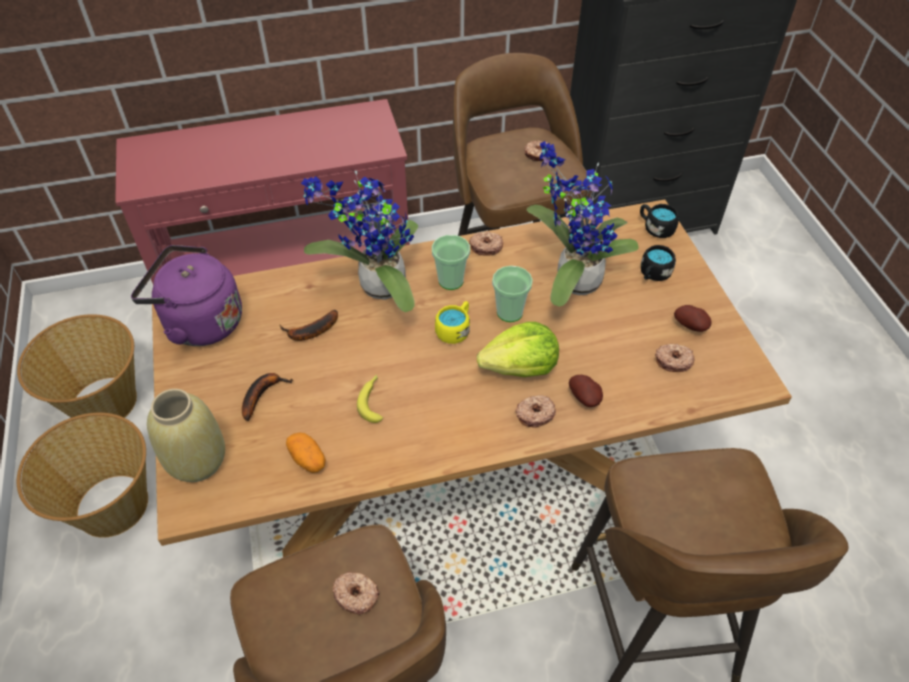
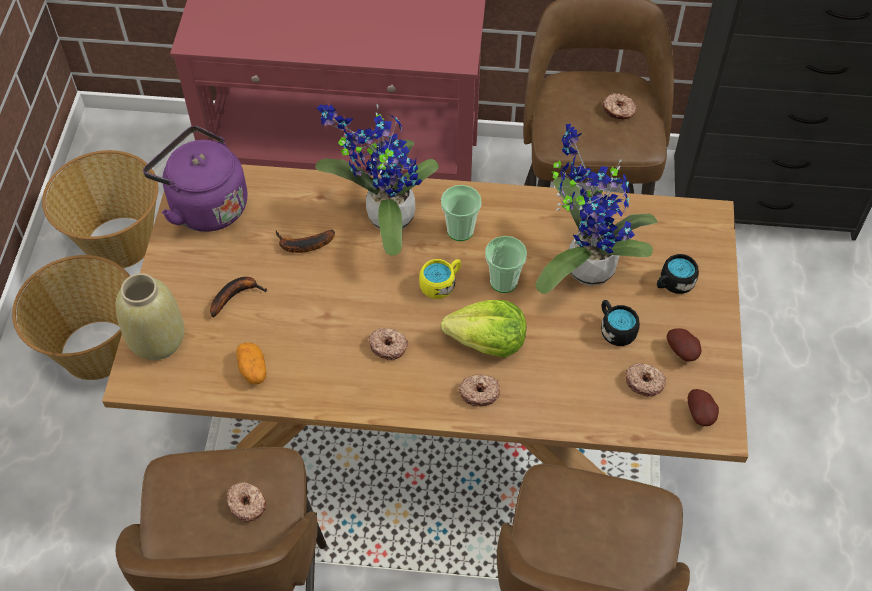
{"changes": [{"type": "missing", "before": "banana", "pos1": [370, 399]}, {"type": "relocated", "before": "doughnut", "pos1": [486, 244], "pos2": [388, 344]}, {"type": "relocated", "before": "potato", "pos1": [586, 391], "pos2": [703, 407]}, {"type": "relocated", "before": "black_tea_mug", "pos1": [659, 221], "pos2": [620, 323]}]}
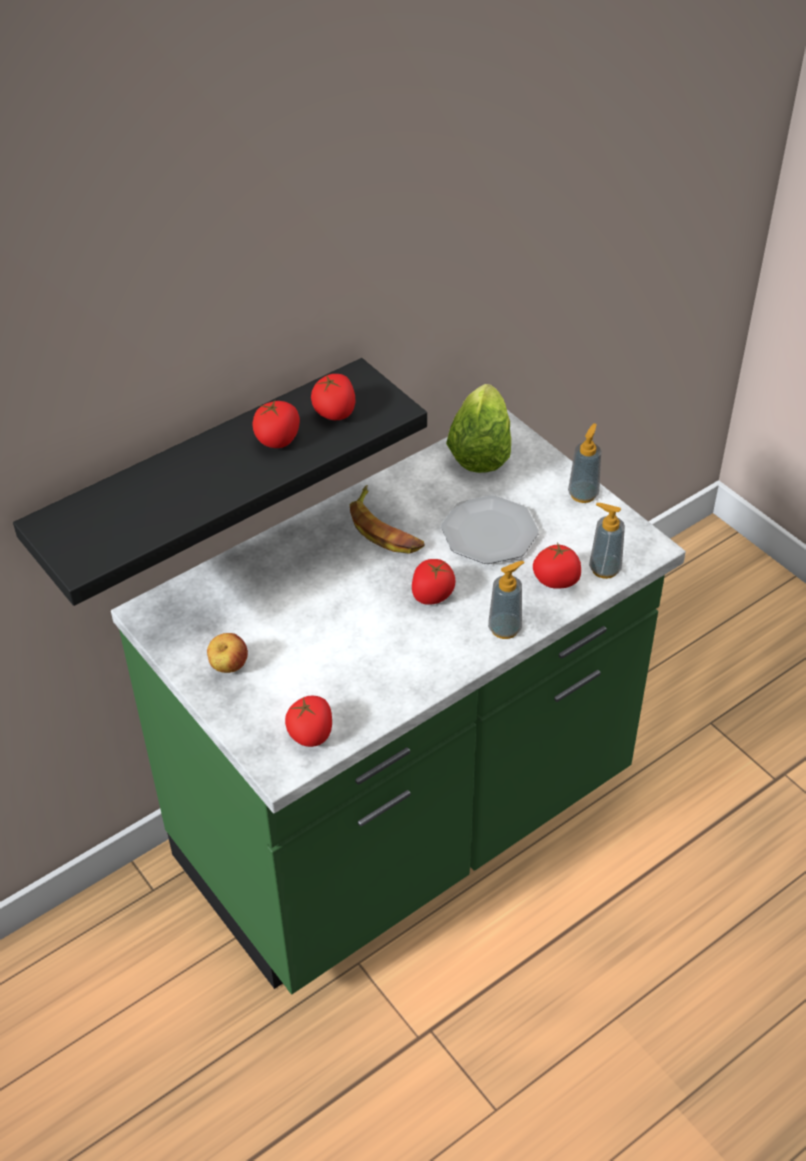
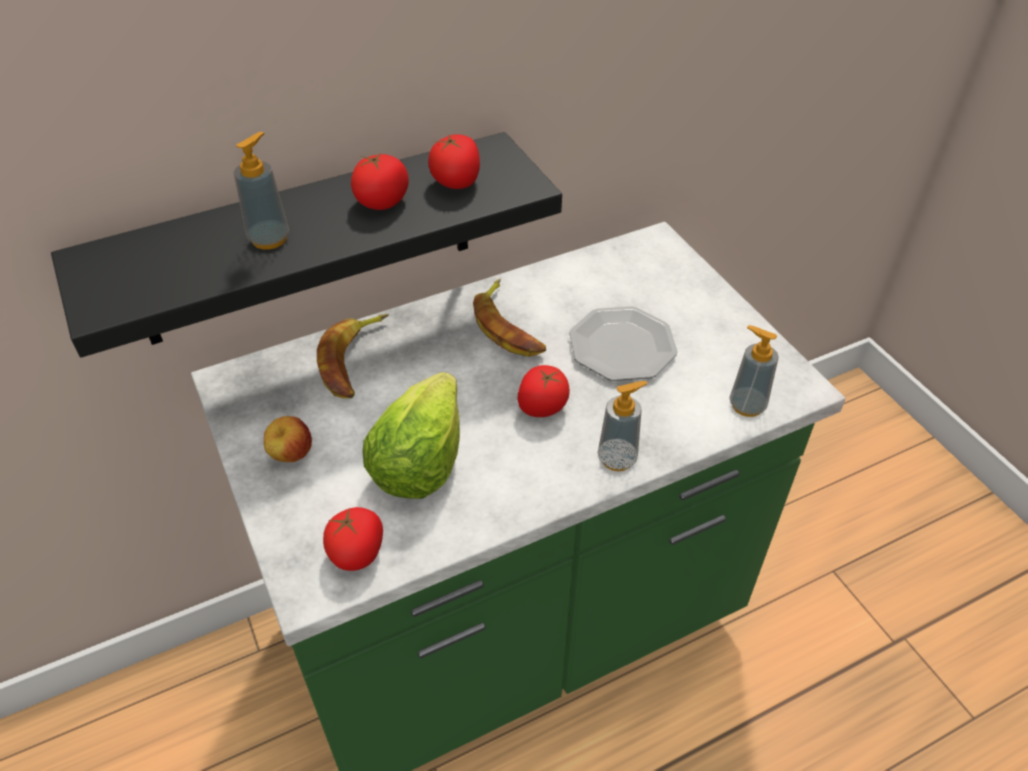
{"changes": [{"type": "relocated", "before": "head_of_lettuce", "pos1": [478, 428], "pos2": [411, 435]}, {"type": "missing", "before": "fresh_tomato", "pos1": [557, 565]}, {"type": "relocated", "before": "liquid_soap_bottle", "pos1": [584, 463], "pos2": [261, 190]}, {"type": "appeared", "after": "banana", "pos2": [353, 356]}]}
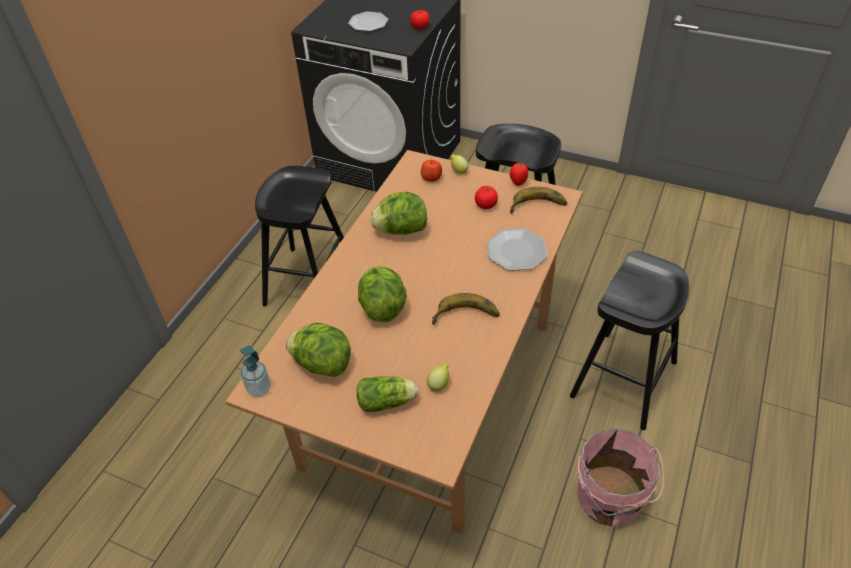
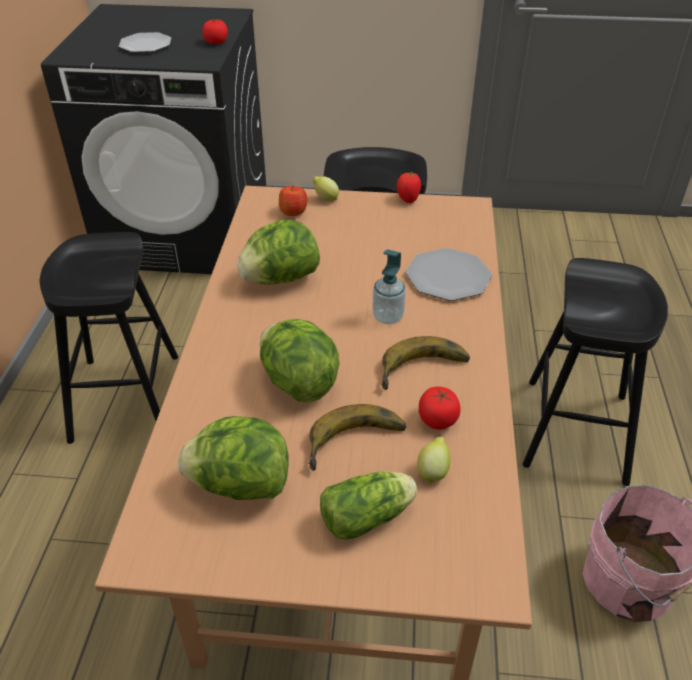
{"changes": [{"type": "relocated", "before": "liquid_soap_bottle", "pos1": [255, 371], "pos2": [389, 286]}, {"type": "relocated", "before": "fresh_tomato", "pos1": [486, 197], "pos2": [440, 408]}, {"type": "relocated", "before": "banana", "pos1": [538, 200], "pos2": [357, 437]}]}
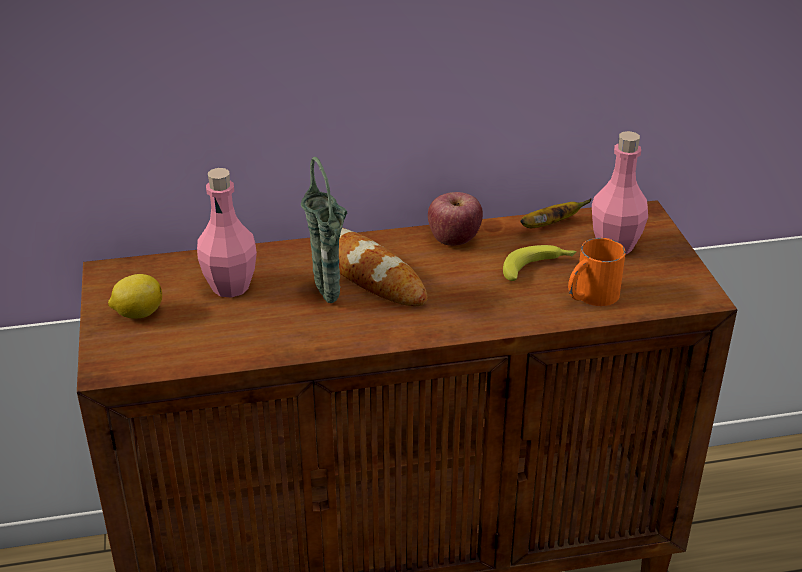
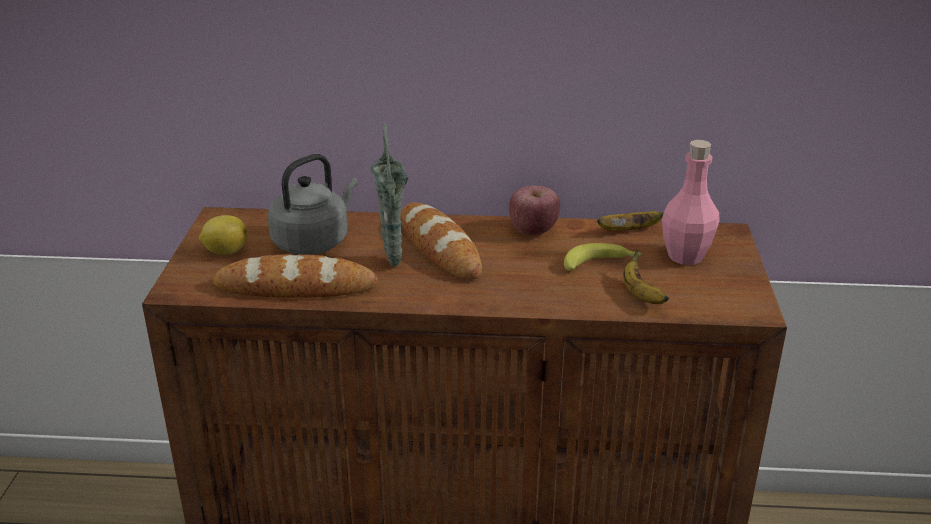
{"changes": [{"type": "exchanged", "before": "pink-coloured_drink_bottle", "after": "gray_kettle", "pos1": [227, 233], "pos2": [313, 204]}, {"type": "exchanged", "before": "orange-coloured_tea_mug", "after": "banana", "pos1": [597, 272], "pos2": [646, 276]}, {"type": "appeared", "after": "bakery_bread", "pos2": [295, 276]}]}
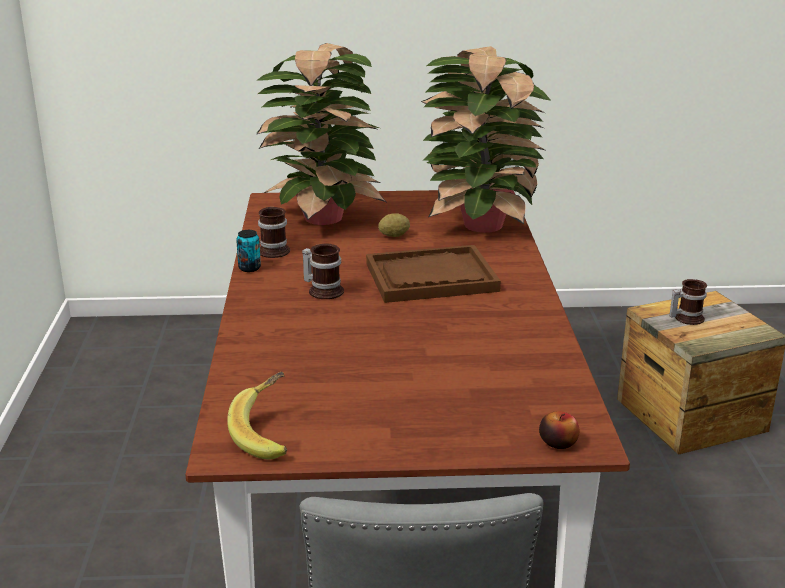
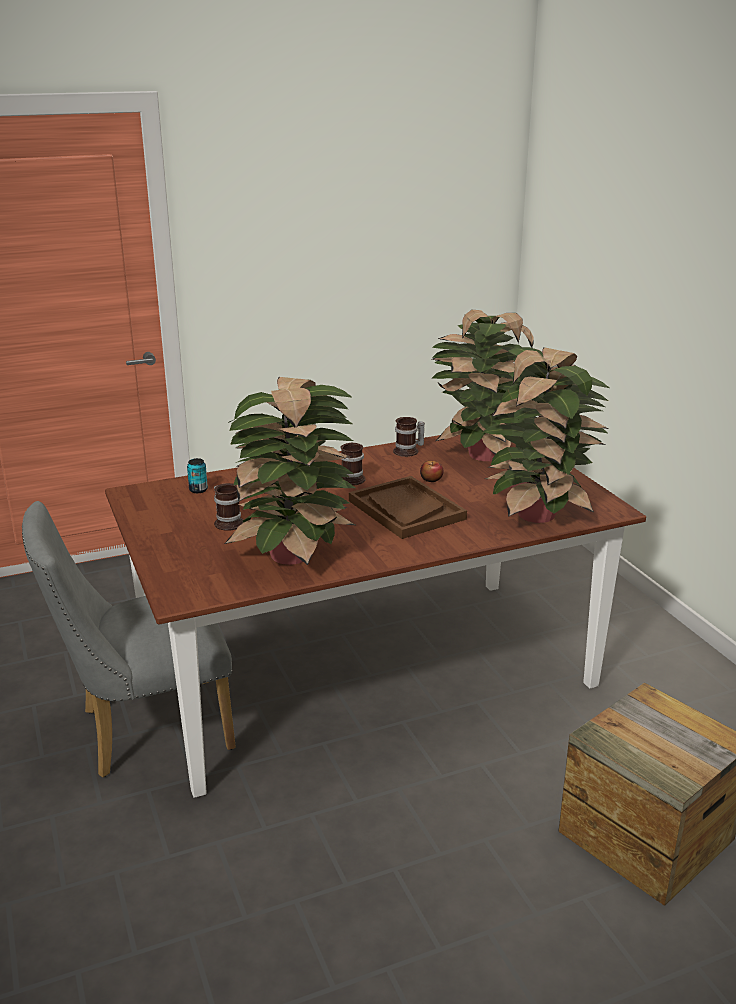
{"changes": [{"type": "missing", "before": "banana", "pos1": [257, 416]}, {"type": "relocated", "before": "sealed_can", "pos1": [248, 251], "pos2": [197, 475]}, {"type": "missing", "before": "potato", "pos1": [394, 225]}, {"type": "relocated", "before": "apple_fruit", "pos1": [559, 430], "pos2": [431, 471]}, {"type": "relocated", "before": "tea_mug", "pos1": [688, 302], "pos2": [228, 507]}, {"type": "appeared", "after": "potted_plant", "pos2": [289, 471]}]}
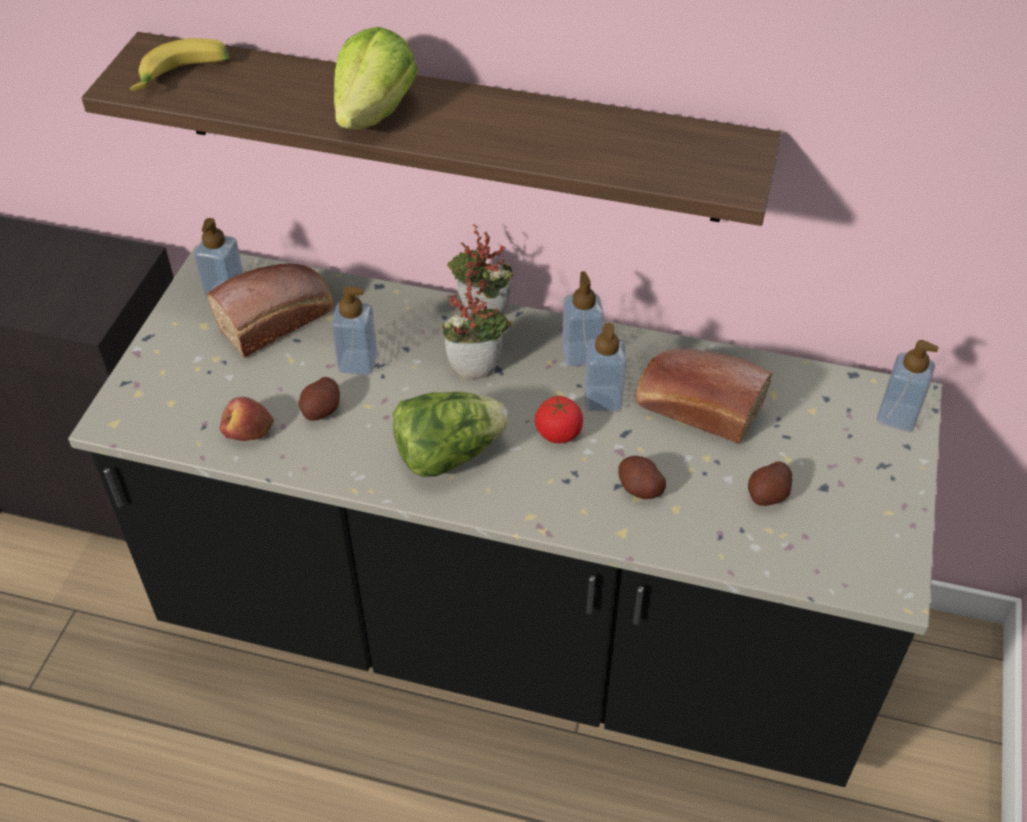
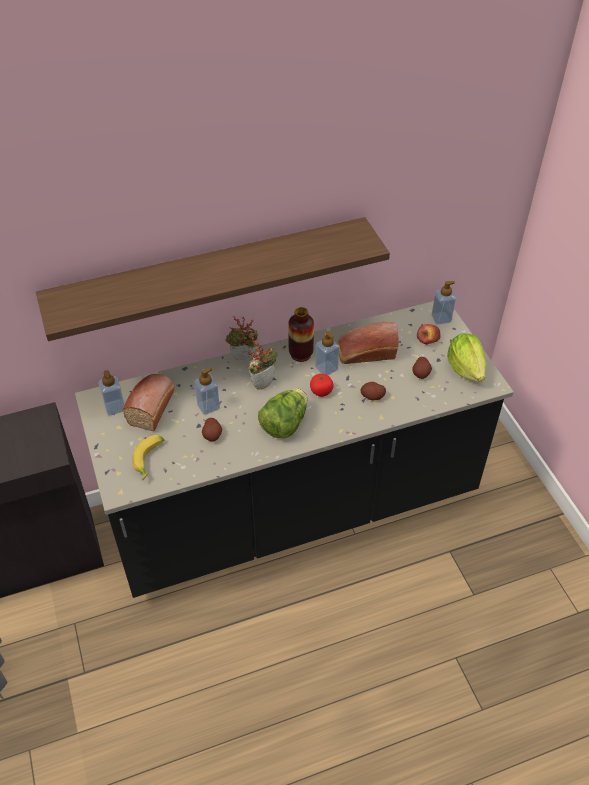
{"changes": [{"type": "relocated", "before": "banana", "pos1": [180, 64], "pos2": [148, 457]}, {"type": "relocated", "before": "apple_fruit", "pos1": [247, 419], "pos2": [429, 334]}, {"type": "relocated", "before": "head_of_lettuce", "pos1": [376, 78], "pos2": [466, 357]}, {"type": "exchanged", "before": "liquid_soap_bottle", "after": "decorative_vase", "pos1": [583, 319], "pos2": [301, 334]}]}
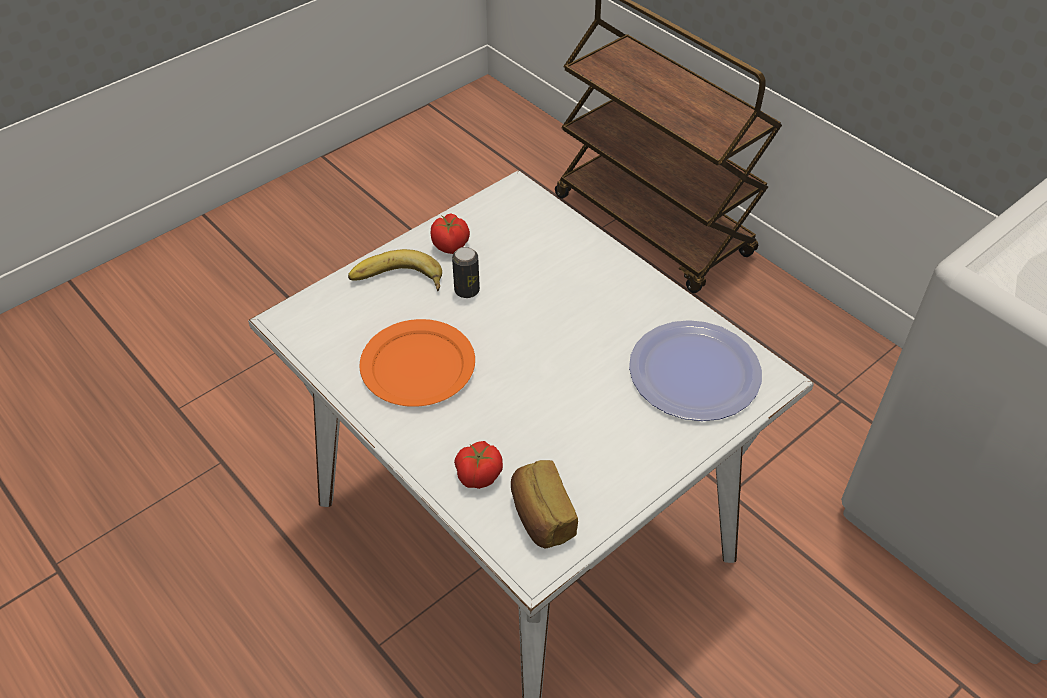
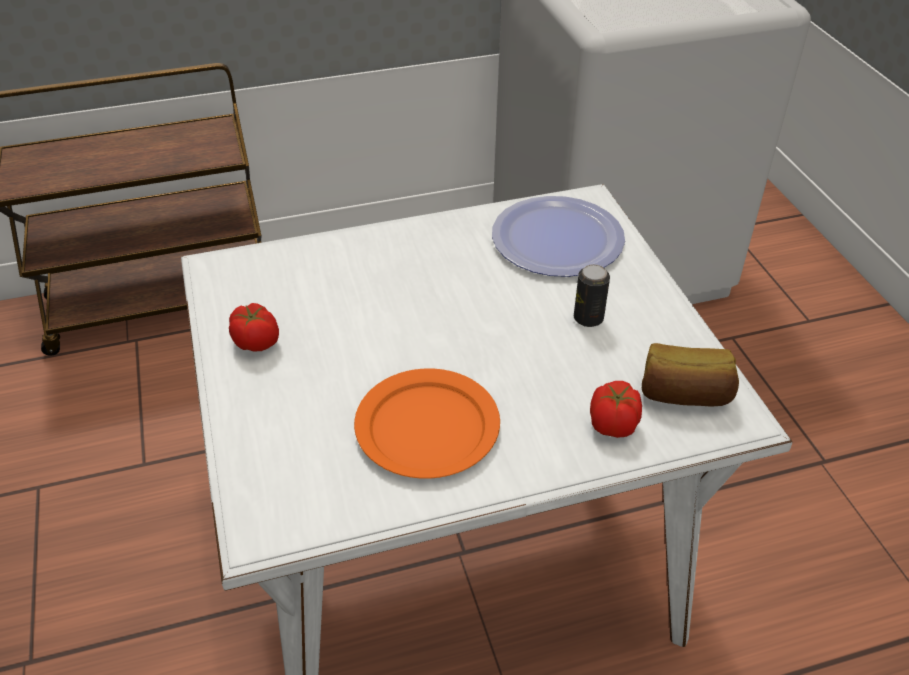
{"changes": [{"type": "missing", "before": "banana", "pos1": [395, 270]}, {"type": "relocated", "before": "sealed_can", "pos1": [466, 272], "pos2": [592, 295]}]}
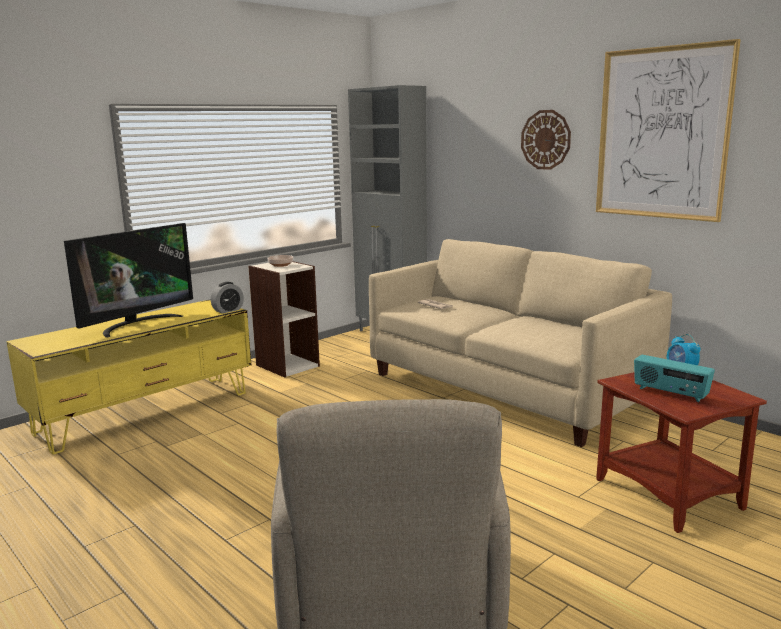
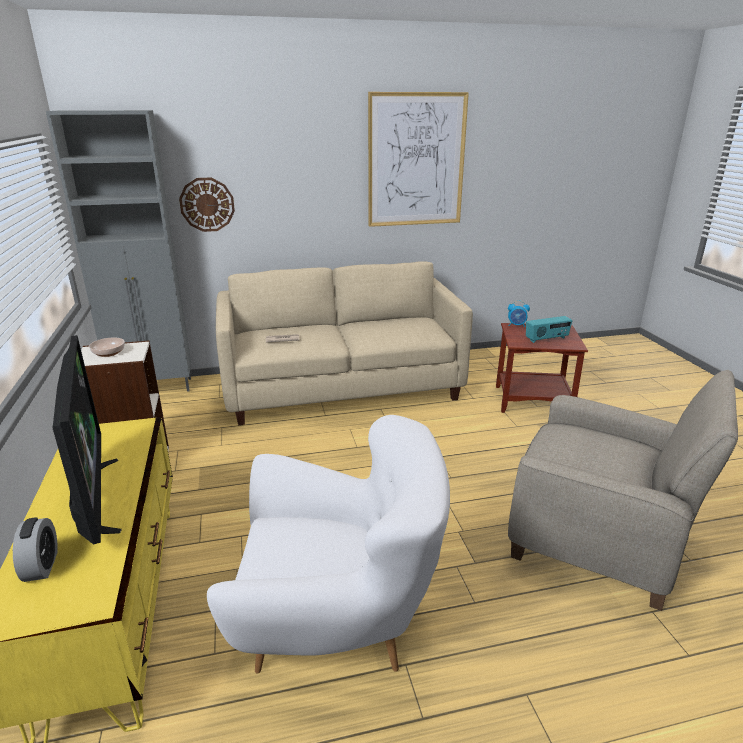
{"changes": [{"type": "relocated", "before": "bedside_clock", "pos1": [227, 298], "pos2": [35, 550]}, {"type": "relocated", "before": "hanging_clock", "pos1": [546, 140], "pos2": [207, 205]}, {"type": "appeared", "after": "whitish_armchair", "pos2": [328, 544]}]}
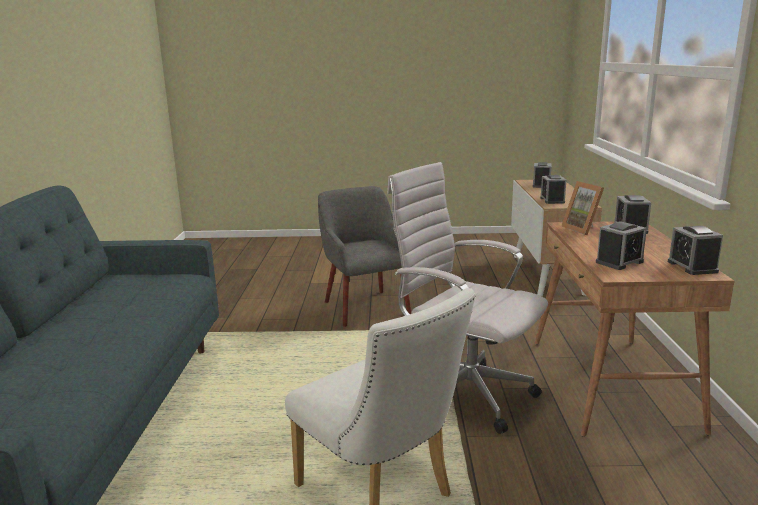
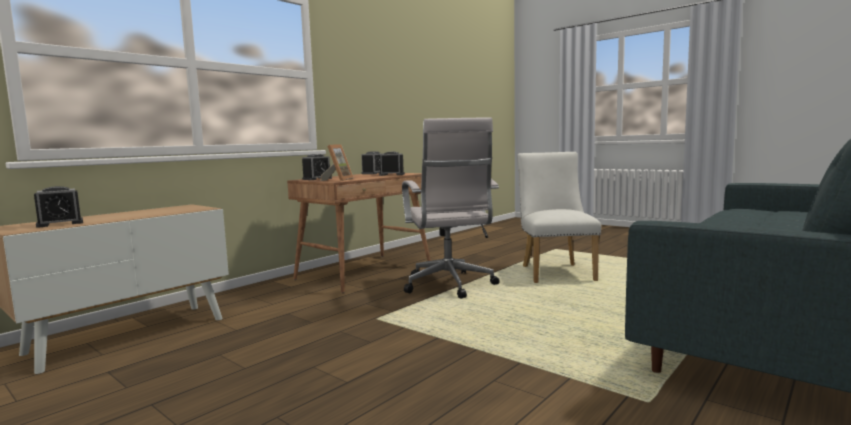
{"changes": [{"type": "missing", "before": "gray_armchair", "pos1": [364, 256]}, {"type": "missing", "before": "bedside_clock", "pos1": [553, 189]}]}
